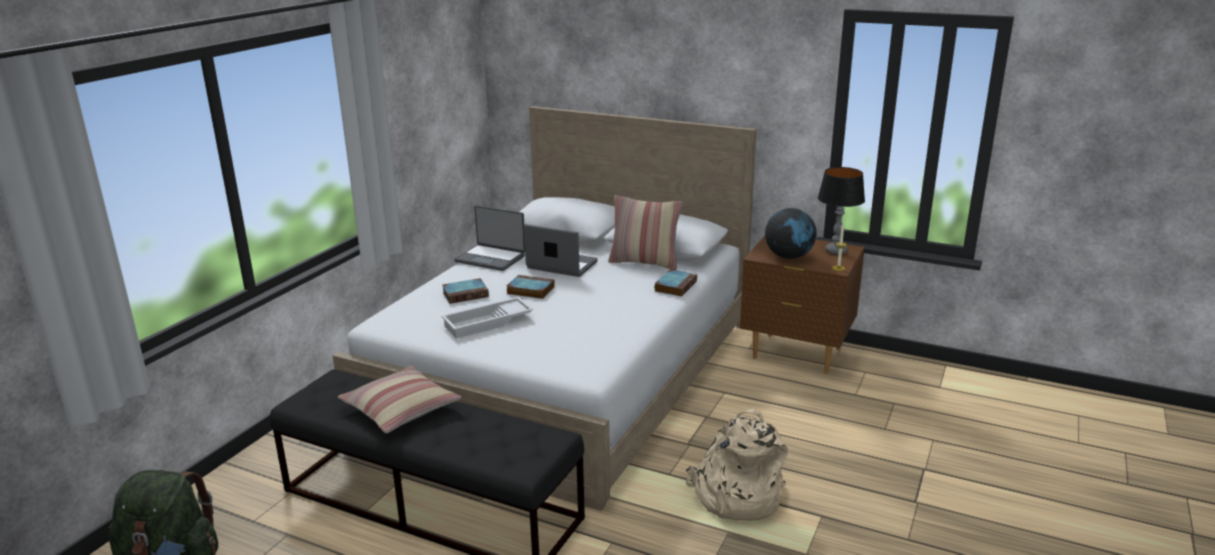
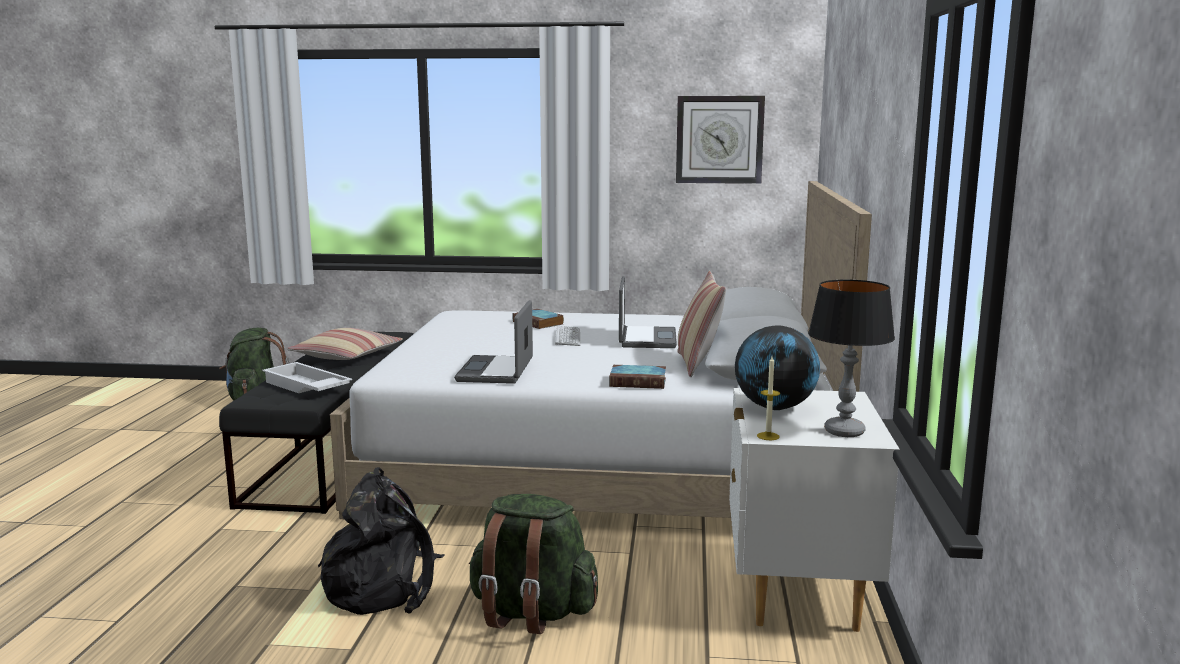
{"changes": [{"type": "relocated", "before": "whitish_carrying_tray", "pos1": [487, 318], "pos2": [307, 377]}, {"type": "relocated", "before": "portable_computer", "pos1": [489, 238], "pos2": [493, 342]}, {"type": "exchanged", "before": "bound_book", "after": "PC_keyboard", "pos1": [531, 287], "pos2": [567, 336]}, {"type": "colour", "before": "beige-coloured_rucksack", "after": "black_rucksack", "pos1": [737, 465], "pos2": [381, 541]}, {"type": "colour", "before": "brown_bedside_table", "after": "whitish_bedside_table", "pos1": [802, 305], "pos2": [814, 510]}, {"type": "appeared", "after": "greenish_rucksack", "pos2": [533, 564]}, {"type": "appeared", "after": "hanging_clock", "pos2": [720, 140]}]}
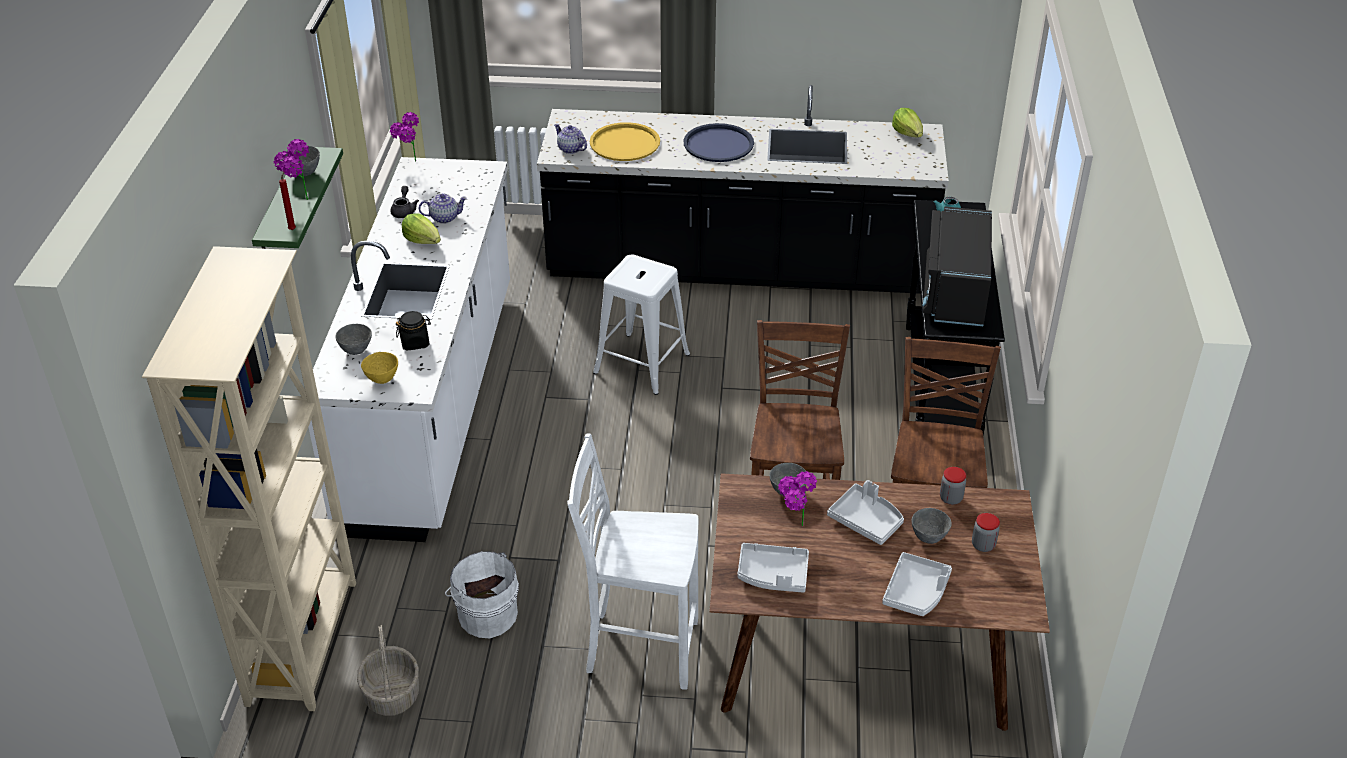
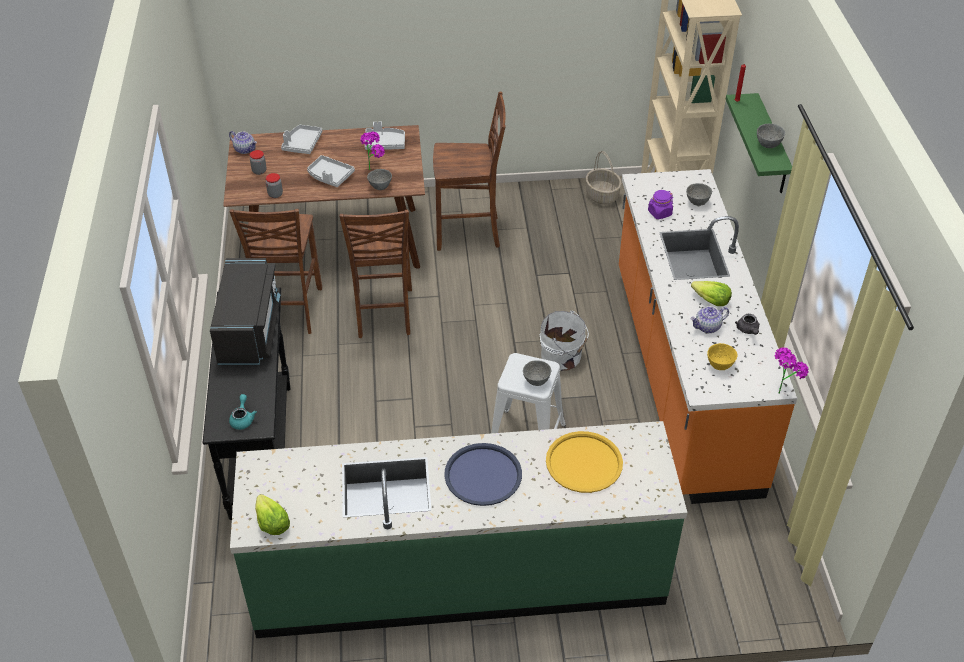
{"changes": [{"type": "missing", "before": "potted_plant", "pos1": [291, 169]}, {"type": "colour", "before": "whitish_kitchen_base_unit", "after": "orange-coloured_kitchen_base_unit", "pos1": [409, 349], "pos2": [708, 336]}, {"type": "relocated", "before": "yellow-coloured_bowl", "pos1": [379, 368], "pos2": [722, 356]}, {"type": "colour", "before": "black_storage_jar", "after": "purple-coloured_storage_jar", "pos1": [413, 331], "pos2": [660, 204]}, {"type": "relocated", "before": "whitish_pail", "pos1": [482, 594], "pos2": [564, 341]}, {"type": "colour", "before": "black_kitchen_base_unit", "after": "greenish_kitchen_base_unit", "pos1": [743, 189], "pos2": [458, 529]}, {"type": "relocated", "before": "tea_pot", "pos1": [570, 139], "pos2": [243, 142]}, {"type": "colour", "before": "whitish_chair", "after": "brown_chair", "pos1": [632, 561], "pos2": [469, 171]}, {"type": "relocated", "before": "gray_bowl", "pos1": [932, 526], "pos2": [537, 373]}]}
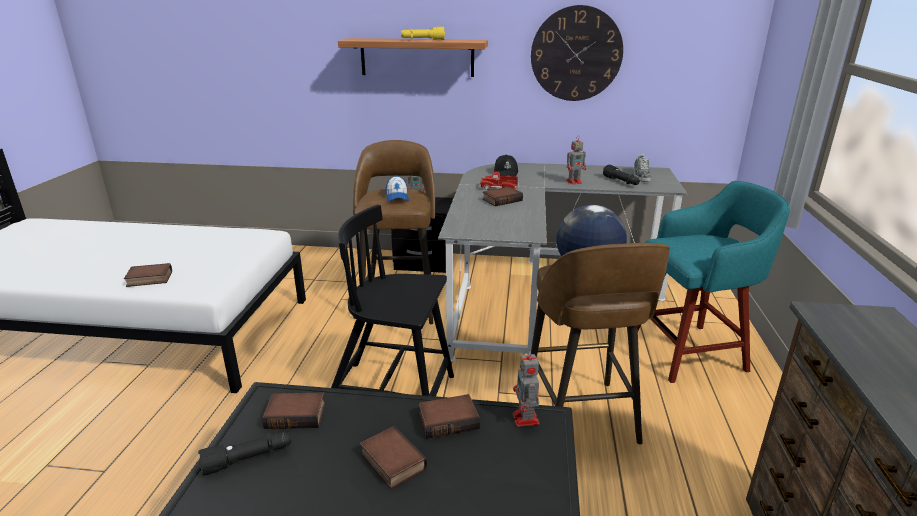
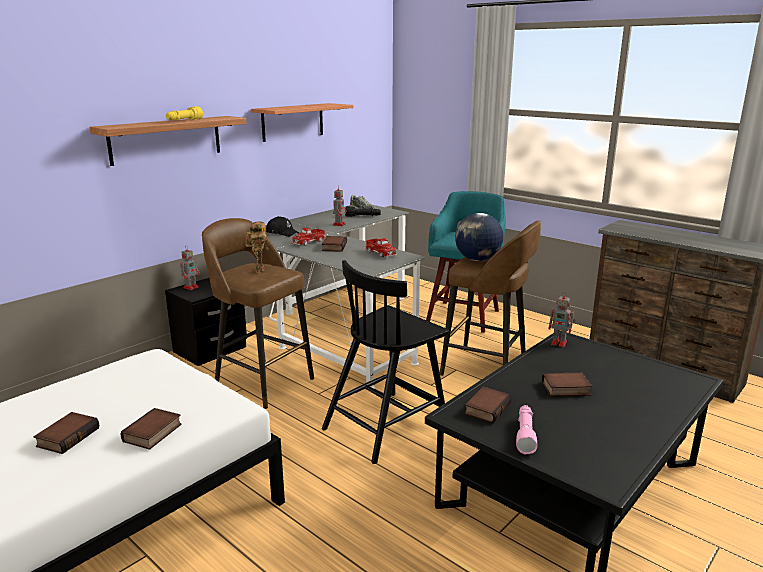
{"changes": [{"type": "colour", "before": "black_torch", "after": "pink-coloured_torch", "pos1": [244, 454], "pos2": [526, 430]}, {"type": "exchanged", "before": "peaked_cap", "after": "robot_figure", "pos1": [397, 188], "pos2": [256, 247]}, {"type": "relocated", "before": "bound_book", "pos1": [449, 416], "pos2": [66, 433]}, {"type": "exchanged", "before": "hanging_clock", "after": "bracket_shelf", "pos1": [577, 53], "pos2": [302, 122]}, {"type": "appeared", "after": "toy_lorry", "pos2": [381, 247]}]}
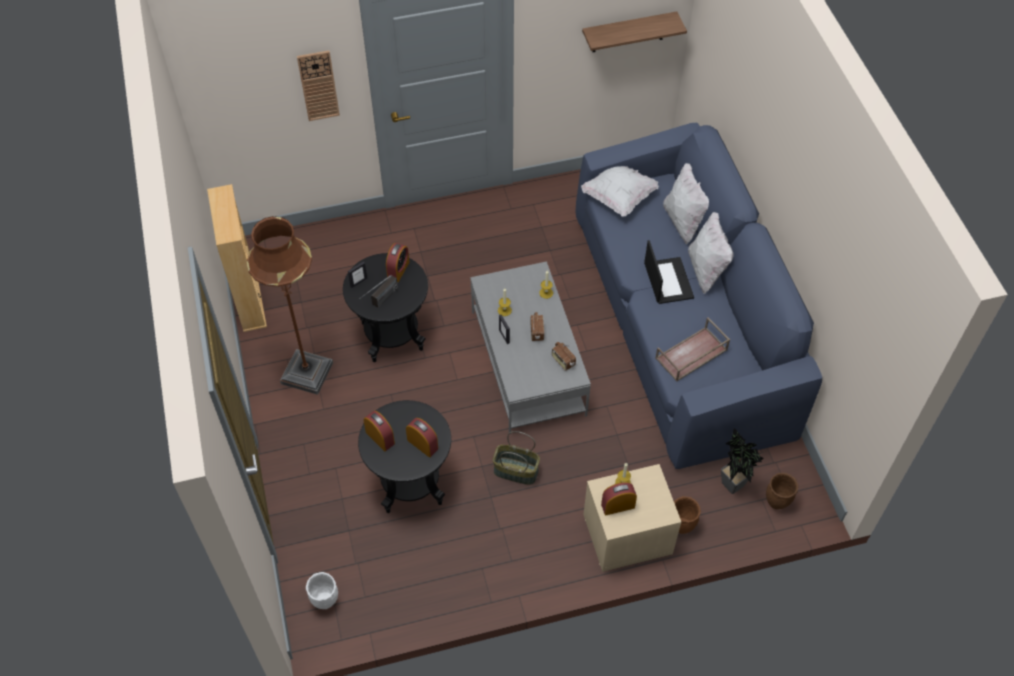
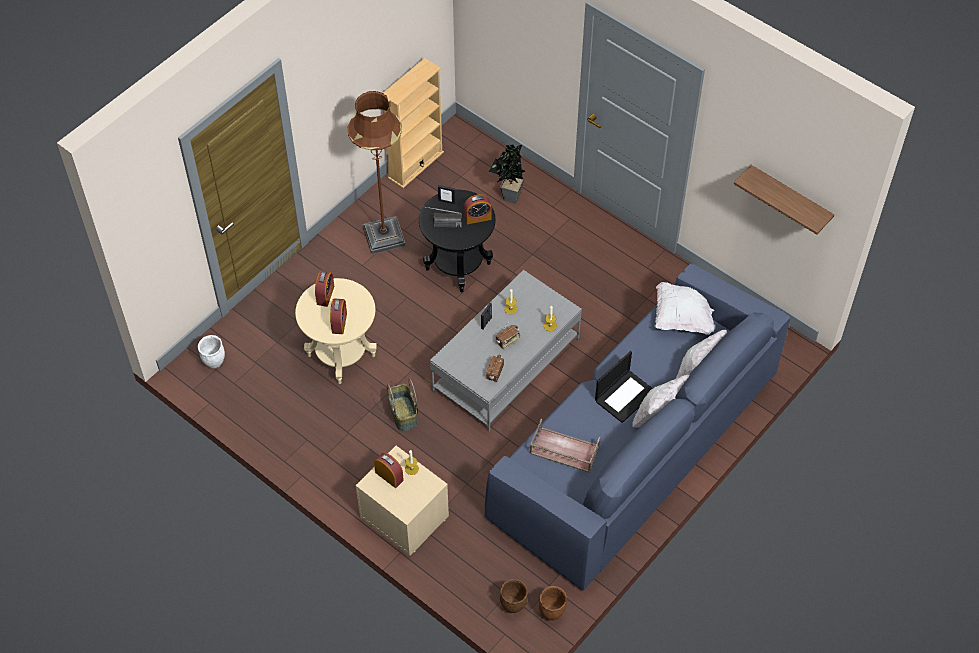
{"changes": [{"type": "missing", "before": "hanging_clock", "pos1": [318, 85]}, {"type": "colour", "before": "black_end_table", "after": "beige-coloured_end_table", "pos1": [404, 456], "pos2": [336, 331]}, {"type": "relocated", "before": "brown_plant_pot", "pos1": [687, 515], "pos2": [553, 603]}, {"type": "relocated", "before": "potted_plant", "pos1": [743, 461], "pos2": [507, 174]}]}
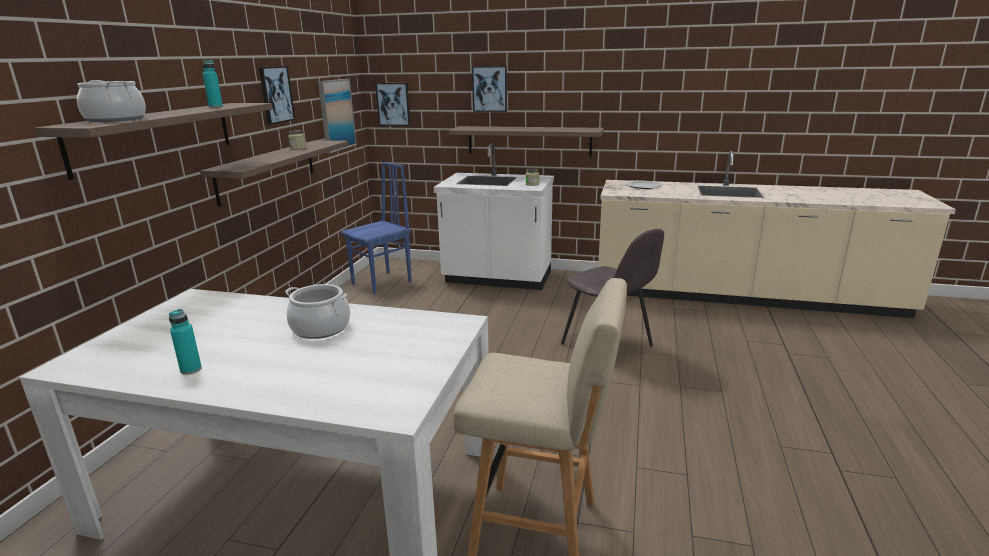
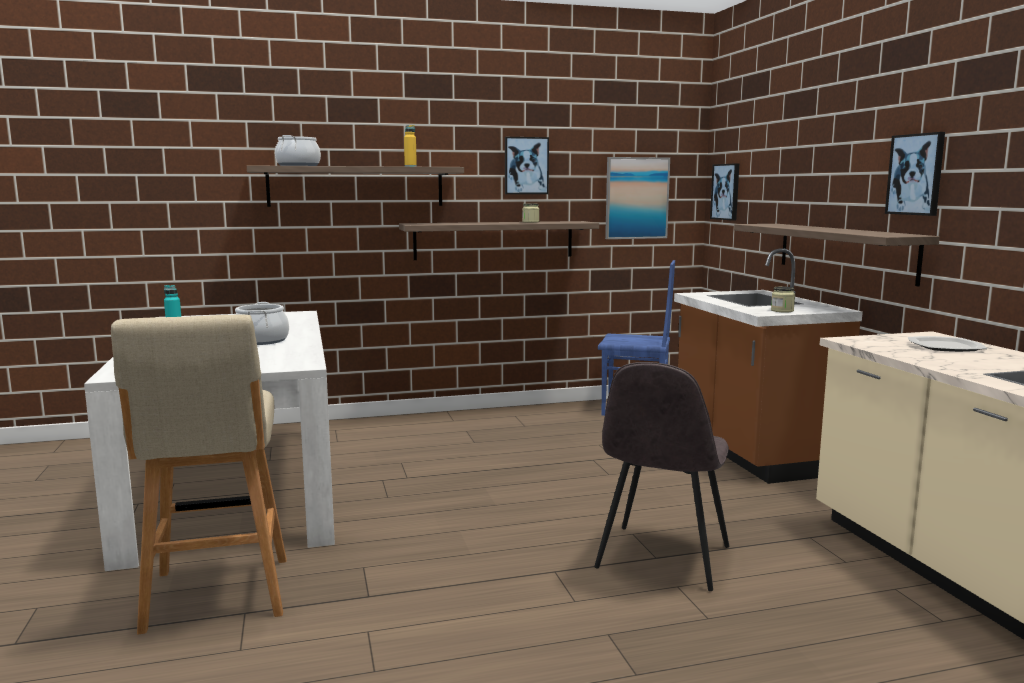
{"changes": [{"type": "colour", "before": "turquoise-coloured_drink_bottle", "after": "yellow-coloured_drink_bottle", "pos1": [213, 84], "pos2": [410, 146]}, {"type": "colour", "before": "whitish_kitchen_base_unit", "after": "brown_kitchen_base_unit", "pos1": [494, 217], "pos2": [768, 366]}, {"type": "relocated", "before": "wall_art", "pos1": [489, 89], "pos2": [915, 174]}]}
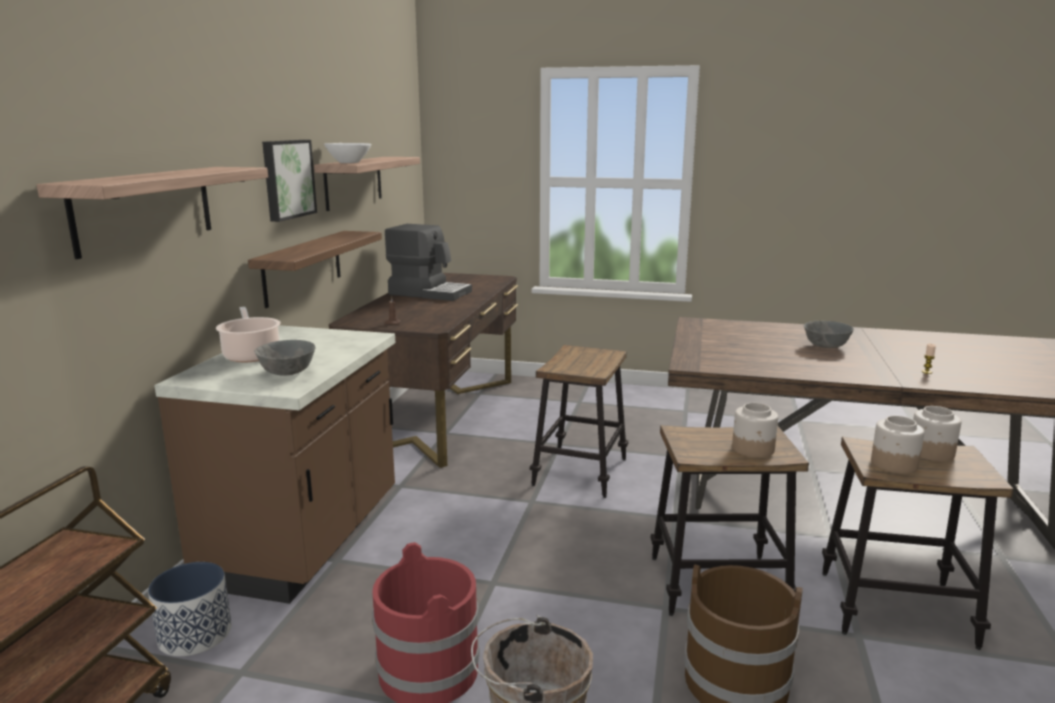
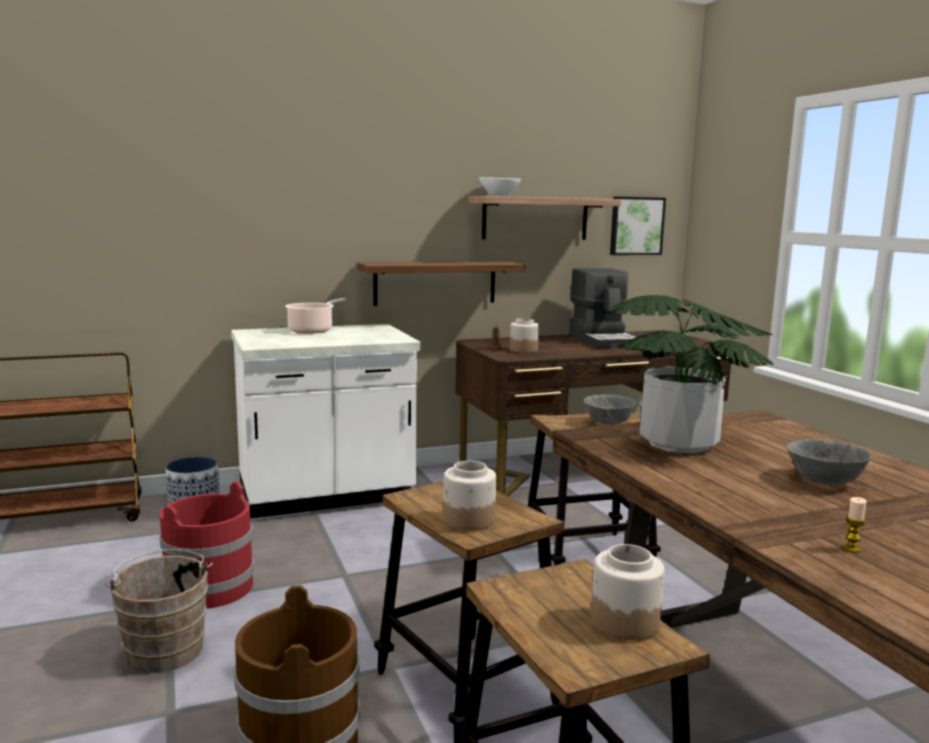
{"changes": [{"type": "missing", "before": "bracket_shelf", "pos1": [152, 213]}, {"type": "colour", "before": "brown_kitchen_base_unit", "after": "whitish_kitchen_base_unit", "pos1": [274, 464], "pos2": [326, 421]}, {"type": "relocated", "before": "gray_bowl", "pos1": [284, 358], "pos2": [610, 409]}, {"type": "relocated", "before": "wall_art", "pos1": [289, 181], "pos2": [638, 226]}, {"type": "relocated", "before": "storage_jar", "pos1": [897, 445], "pos2": [524, 335]}, {"type": "appeared", "after": "potted_plant", "pos2": [690, 374]}]}
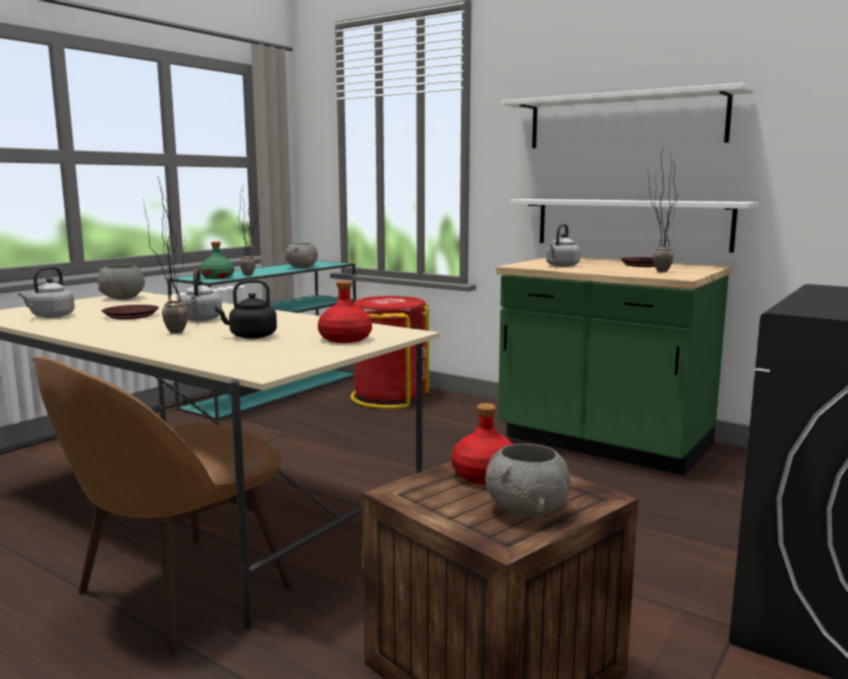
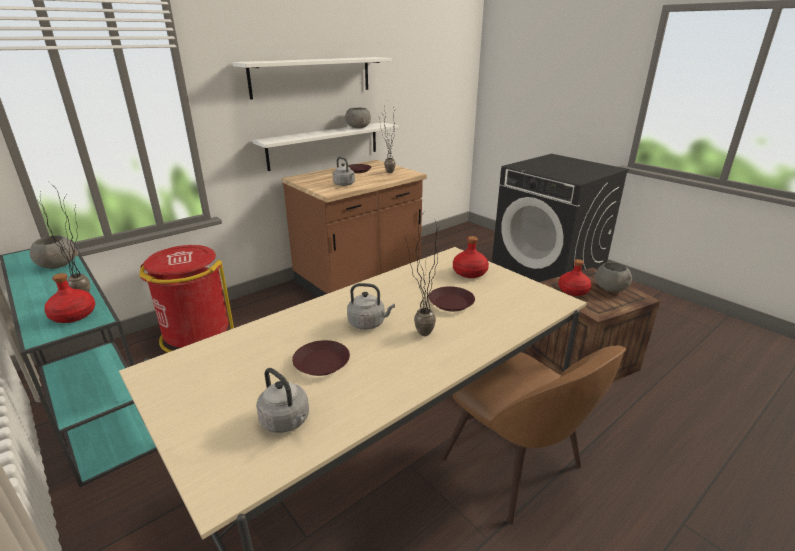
{"changes": [{"type": "relocated", "before": "gray_bowl", "pos1": [121, 282], "pos2": [358, 118]}, {"type": "colour", "before": "greenish_drink_bottle", "after": "reddish_drink_bottle", "pos1": [217, 260], "pos2": [69, 298]}, {"type": "exchanged", "before": "black_kettle", "after": "brown_dinner_plate", "pos1": [246, 309], "pos2": [451, 298]}, {"type": "colour", "before": "greenish_kitchen_base_unit", "after": "brown_kitchen_base_unit", "pos1": [613, 366], "pos2": [354, 228]}]}
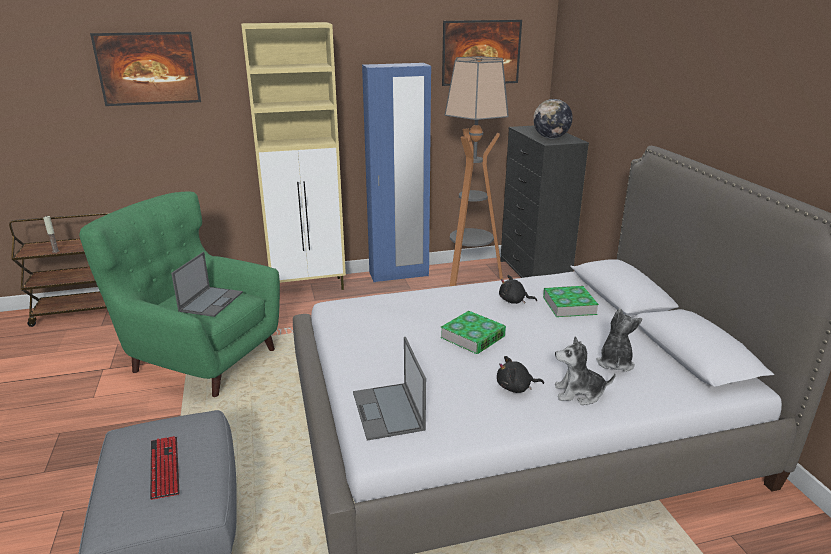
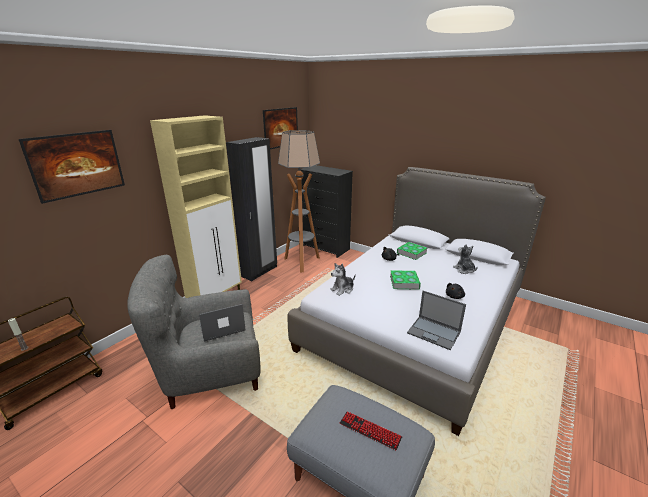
{"changes": [{"type": "colour", "before": "greenish_armchair", "after": "gray_armchair", "pos1": [179, 294], "pos2": [194, 331]}, {"type": "spun", "before": "portable_computer", "pos1": [207, 284], "pos2": [222, 323], "turn": -90}, {"type": "colour", "before": "blue_armoire", "after": "black_armoire", "pos1": [396, 172], "pos2": [251, 209]}, {"type": "missing", "before": "desk_globe", "pos1": [553, 119]}, {"type": "relocated", "before": "plush_toy", "pos1": [585, 370], "pos2": [343, 279]}]}
